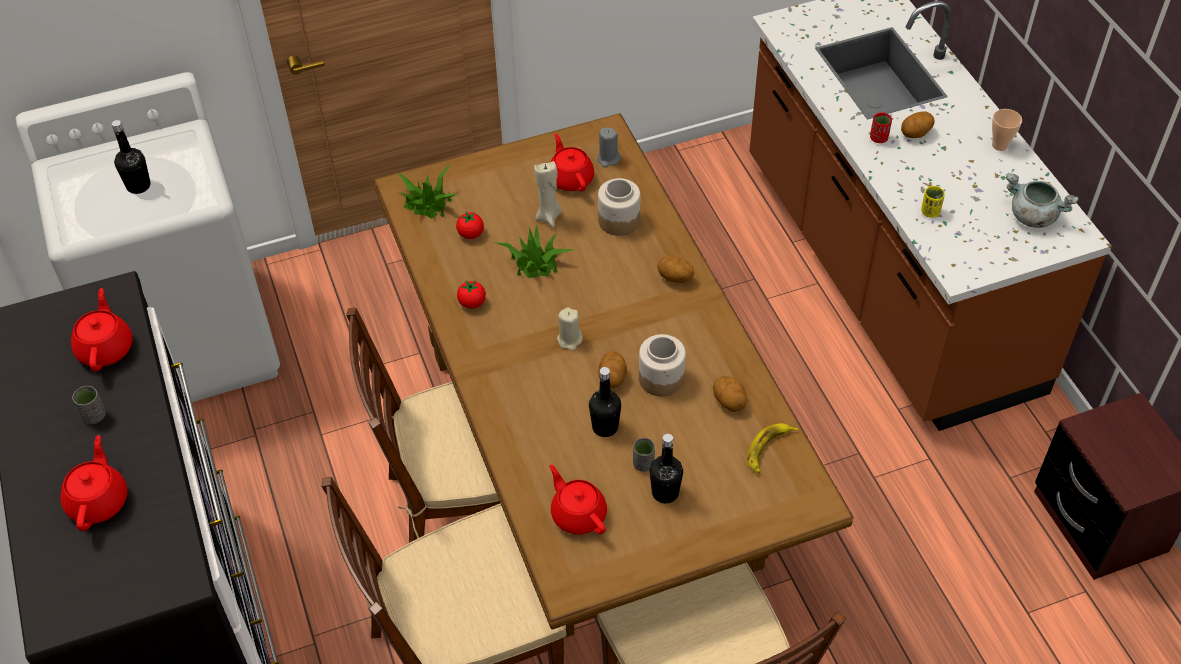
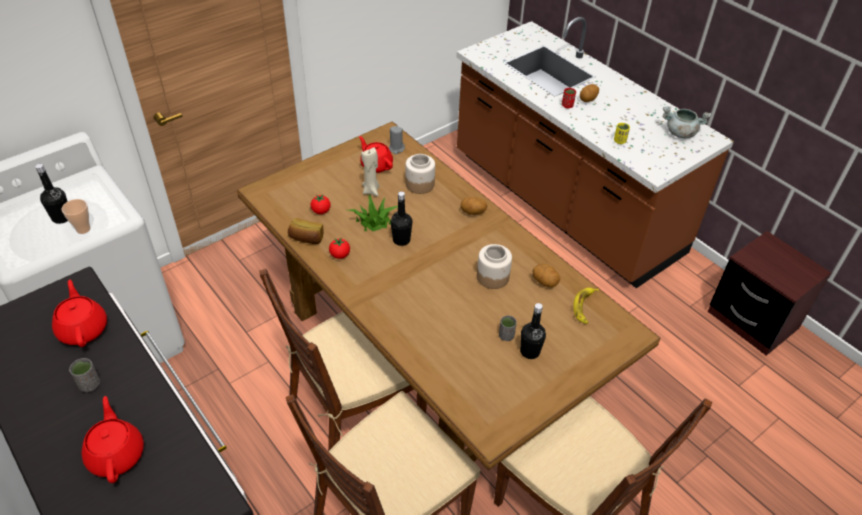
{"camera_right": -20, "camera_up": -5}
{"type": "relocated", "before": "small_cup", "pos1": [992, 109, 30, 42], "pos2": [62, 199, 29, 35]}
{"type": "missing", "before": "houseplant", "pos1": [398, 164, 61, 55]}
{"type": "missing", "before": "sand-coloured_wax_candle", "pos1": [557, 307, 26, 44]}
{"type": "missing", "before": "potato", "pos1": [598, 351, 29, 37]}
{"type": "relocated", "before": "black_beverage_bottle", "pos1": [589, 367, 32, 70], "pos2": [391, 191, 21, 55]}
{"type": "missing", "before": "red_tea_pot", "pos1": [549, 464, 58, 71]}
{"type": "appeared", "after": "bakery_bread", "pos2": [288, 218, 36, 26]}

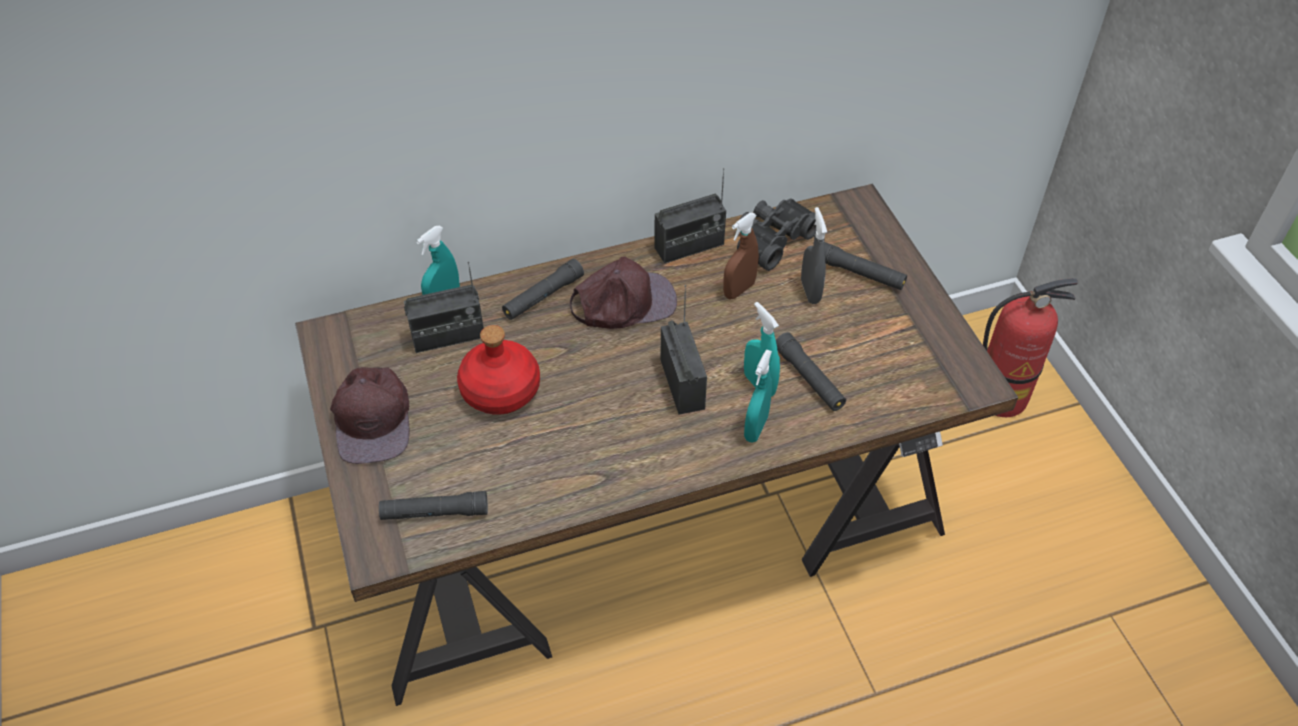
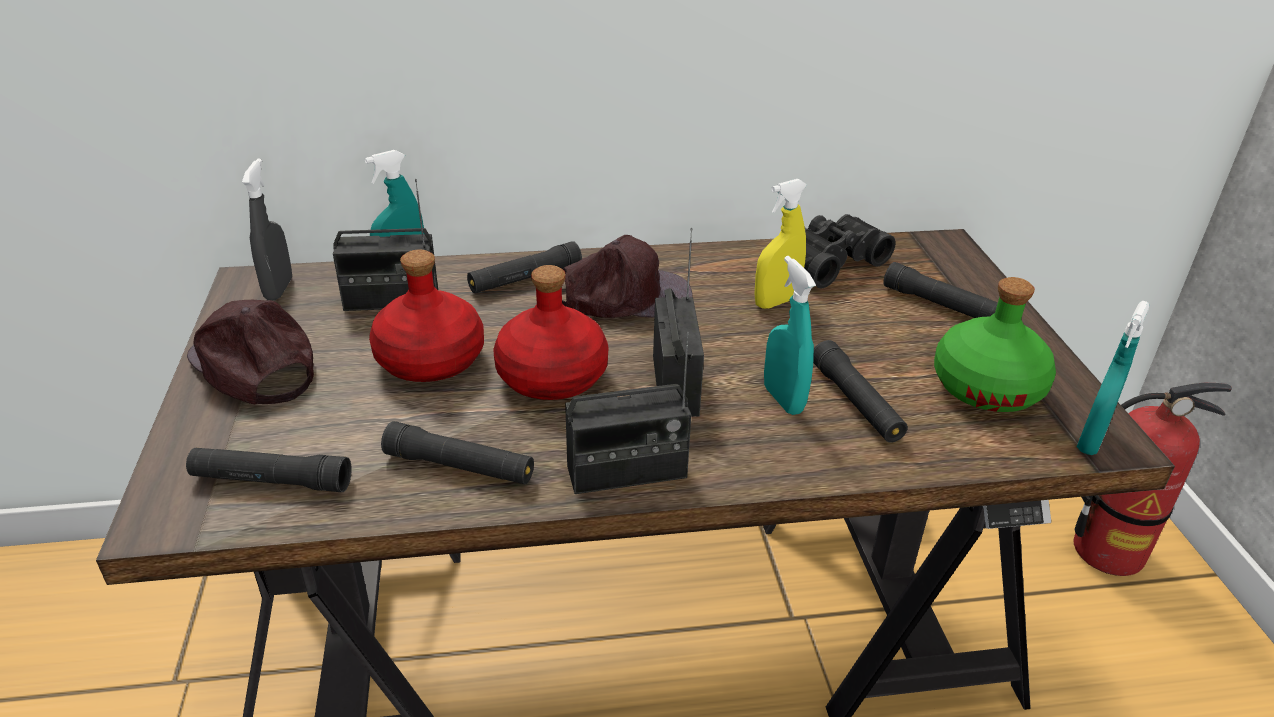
{"camera_right": 10, "camera_up": -15}
{"type": "relocated", "before": "radio_receiver", "pos1": [654, 168, 72, 96], "pos2": [565, 332, 126, 162]}
{"type": "relocated", "before": "gray_hand_sprayer", "pos1": [801, 207, 26, 97], "pos2": [242, 158, 50, 142]}
{"type": "colour", "before": "brown_hand_sprayer", "after": "yellow-coloured_hand_sprayer", "pos1": [723, 213, 36, 87], "pos2": [754, 179, 53, 130]}
{"type": "relocated", "before": "turquoise_hand_sprayer", "pos1": [744, 350, 28, 92], "pos2": [1077, 301, 72, 154]}
{"type": "spun", "before": "brown_peaked_cap", "pos1": [330, 367, 79, 97], "pos2": [187, 300, 127, 104], "turn": 135}
{"type": "appeared", "after": "red_beverage_bottle", "pos2": [493, 265, 116, 135]}
{"type": "appeared", "after": "green-coloured_beverage_bottle", "pos2": [934, 277, 122, 135]}
{"type": "appeared", "after": "black_hand_torch", "pos2": [381, 421, 153, 63]}

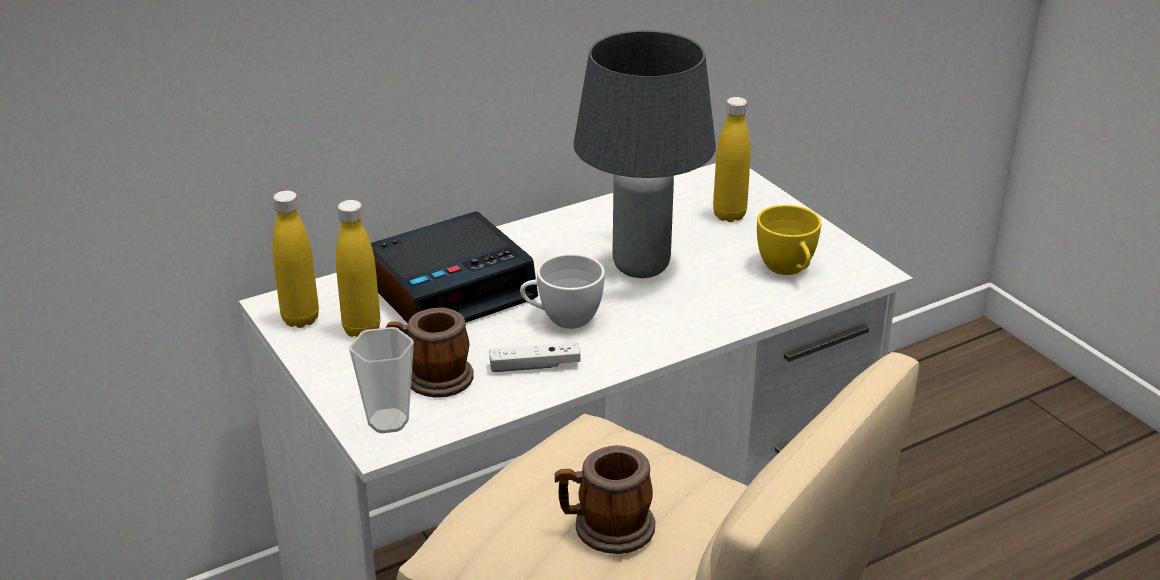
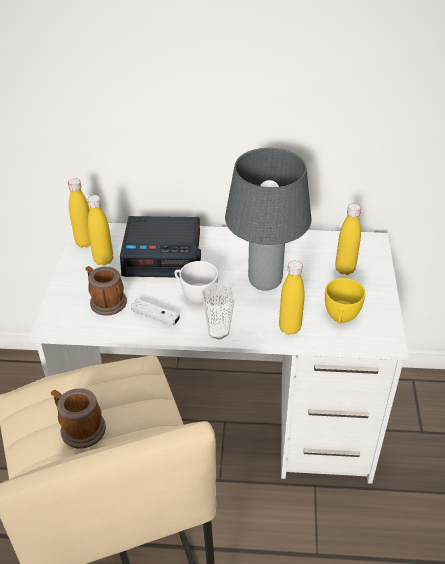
{"camera_right": 35, "camera_up": 10}
{"type": "relocated", "before": "small_cup", "pos1": [349, 327, 65, 106], "pos2": [202, 283, 33, 57]}
{"type": "appeared", "after": "yellow-coloured_beverage_bottle", "pos2": [279, 261, 26, 74]}

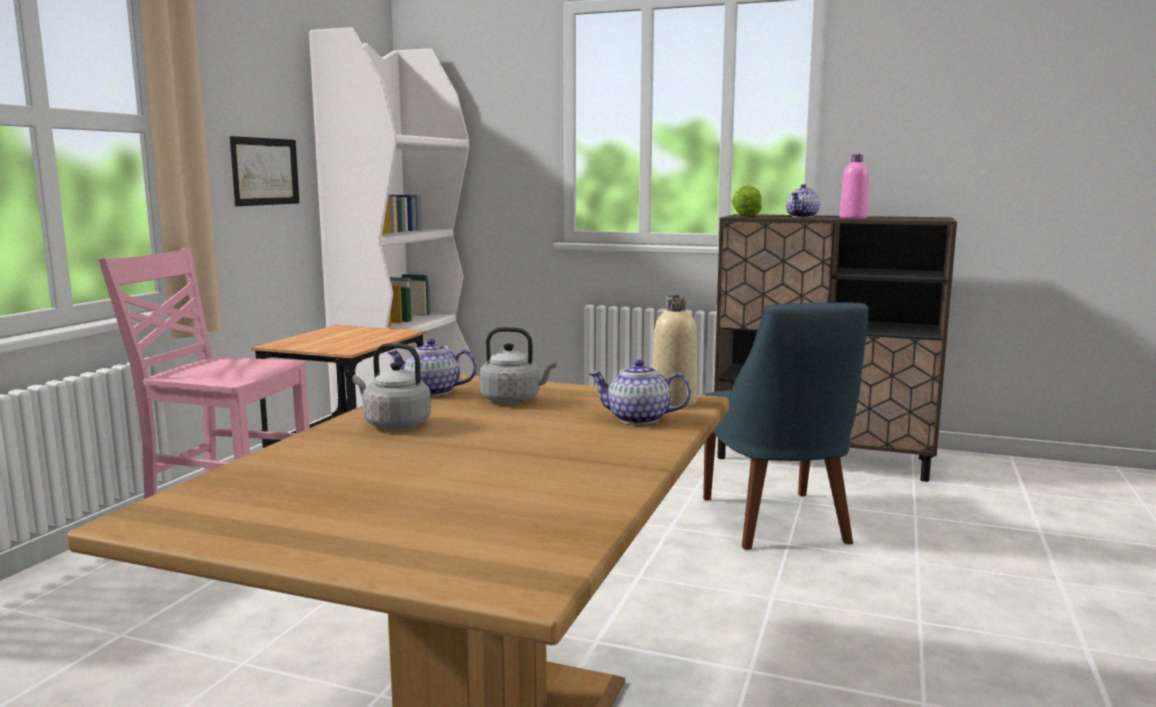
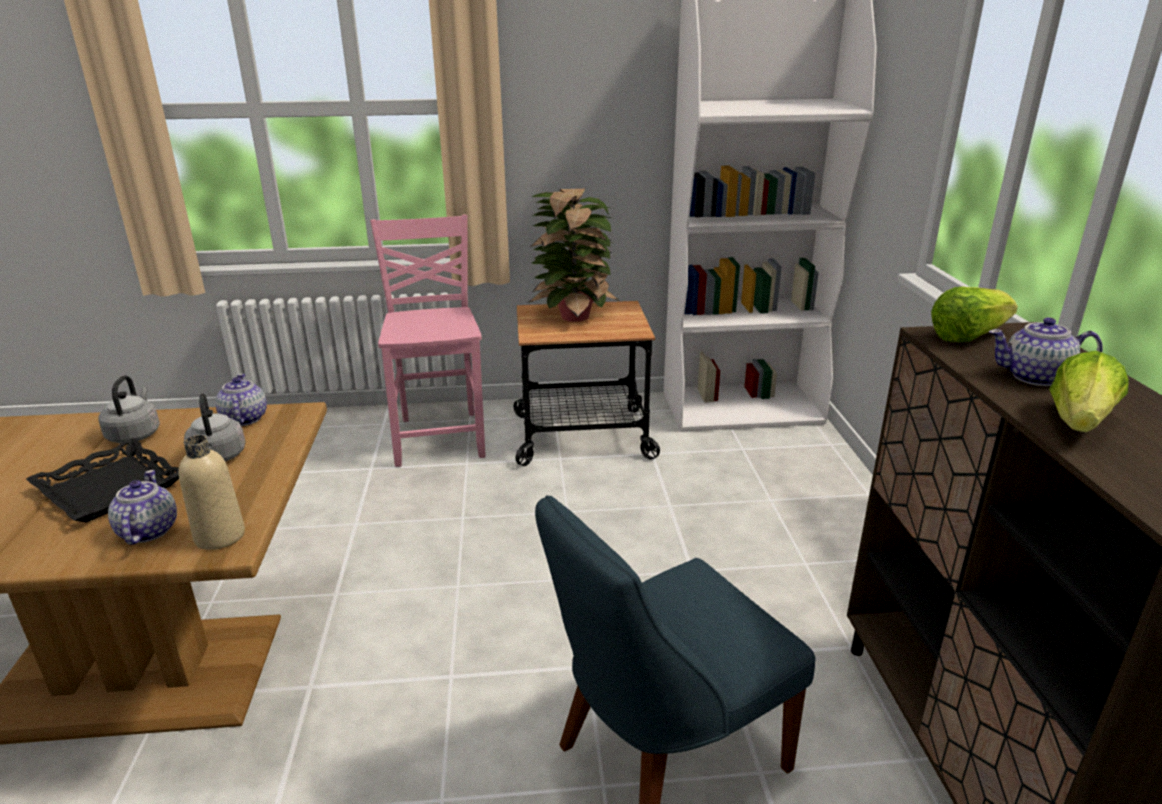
{"camera_right": 65, "camera_up": 15}
{"type": "missing", "before": "wall_art", "pos1": [230, 136, 70, 70]}
{"type": "exchanged", "before": "pink-coloured_beverage_bottle", "after": "lettuce", "pos1": [839, 154, 30, 65], "pos2": [1049, 351, 80, 81]}
{"type": "appeared", "after": "houseplant", "pos2": [529, 189, 91, 133]}
{"type": "appeared", "after": "black_carrying_tray", "pos2": [26, 438, 153, 85]}

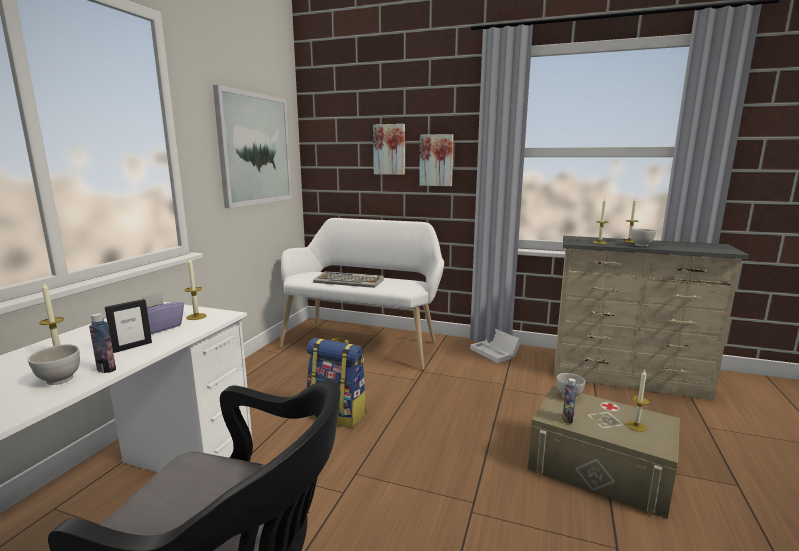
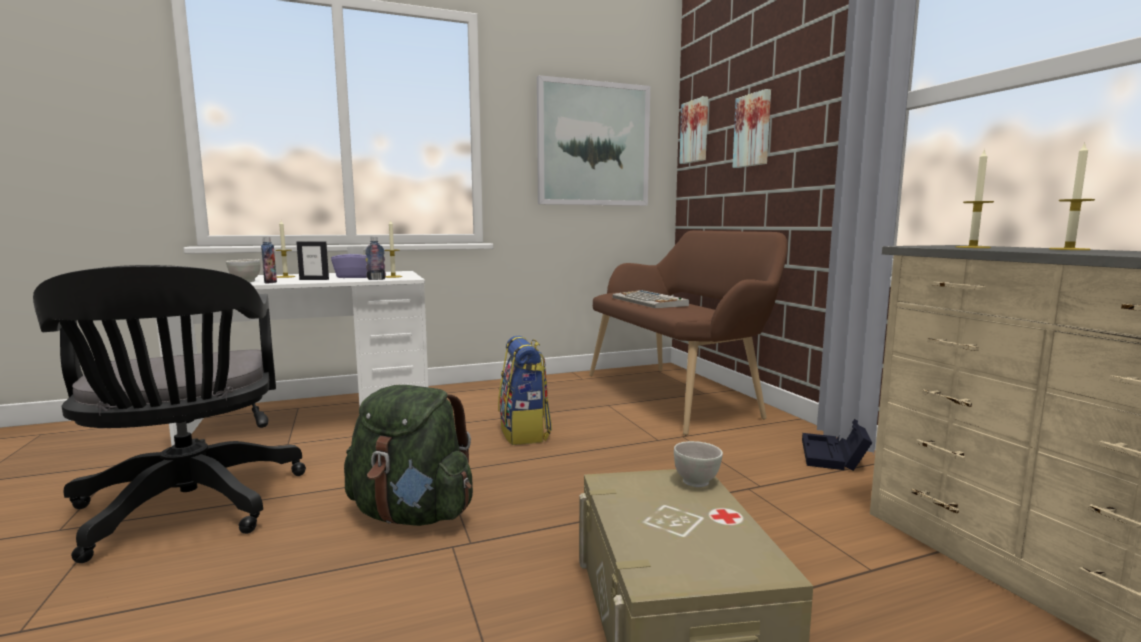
{"camera_right": 50, "camera_up": -5}
{"type": "relocated", "before": "wall_art", "pos1": [419, 134, 35, 52], "pos2": [679, 96, 29, 68]}
{"type": "colour", "before": "white-coloured_indoor_bench", "after": "brown_indoor_bench", "pos1": [279, 218, 165, 152], "pos2": [589, 231, 199, 204]}
{"type": "missing", "before": "white-coloured_serving_bowl", "pos1": [631, 228, 25, 19]}
{"type": "colour", "before": "white-coloured_storage_container", "after": "black_storage_container", "pos1": [470, 329, 51, 34], "pos2": [802, 419, 70, 52]}
{"type": "missing", "before": "wax_candle", "pos1": [626, 370, 24, 62]}
{"type": "relocated", "before": "beverage_bottle", "pos1": [562, 378, 15, 46], "pos2": [365, 237, 21, 43]}
{"type": "appeared", "after": "green-coloured_rucksack", "pos2": [344, 385, 129, 141]}

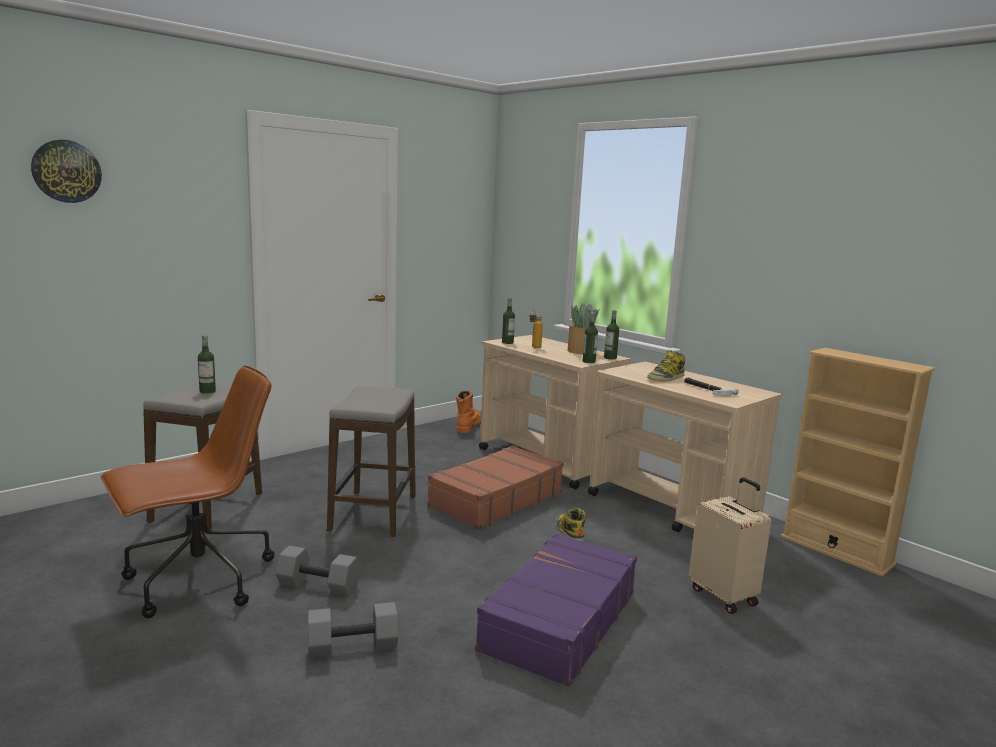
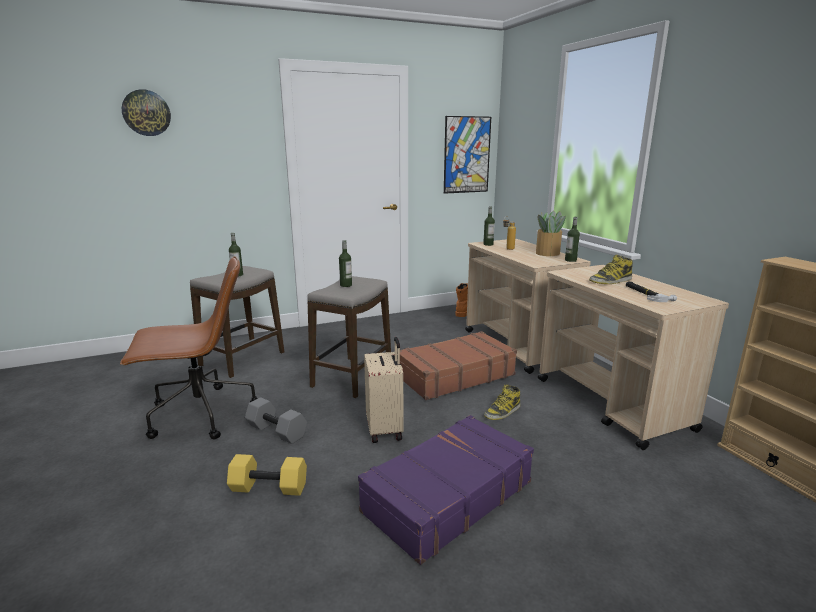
{"camera_right": 20, "camera_up": 5}
{"type": "relocated", "before": "beverage_bottle", "pos1": [583, 312, 15, 51], "pos2": [339, 240, 13, 47]}
{"type": "relocated", "before": "sand-coloured_travel_case", "pos1": [689, 477, 82, 137], "pos2": [364, 337, 40, 106]}
{"type": "spun", "before": "high-top_boot", "pos1": [556, 508, 30, 34], "pos2": [484, 385, 36, 35], "turn": -135}
{"type": "colour", "before": "gray_hand_weight", "after": "yellow-coloured_hand_weight", "pos1": [308, 602, 90, 56], "pos2": [227, 454, 80, 42]}
{"type": "appeared", "after": "wall_art", "pos2": [444, 116, 47, 78]}

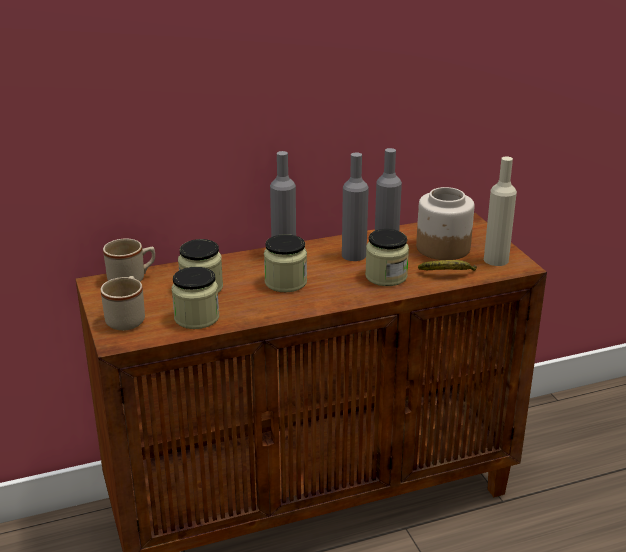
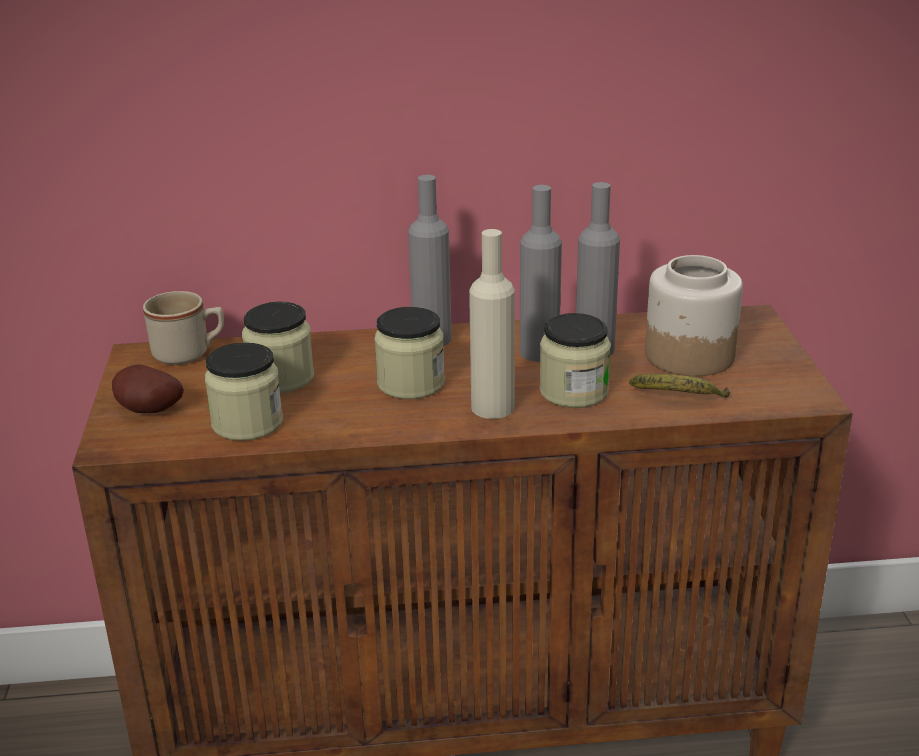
{"camera_right": 15, "camera_up": 0}
{"type": "relocated", "before": "sand-coloured_beverage_bottle", "pos1": [484, 156, 33, 110], "pos2": [469, 229, 46, 190]}
{"type": "exchanged", "before": "sand-coloured_tea_mug", "after": "potato", "pos1": [100, 276, 45, 55], "pos2": [112, 364, 72, 49]}

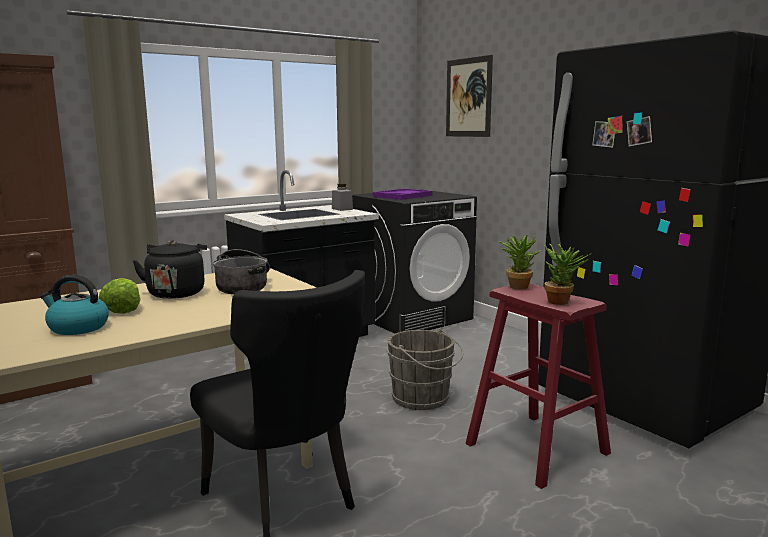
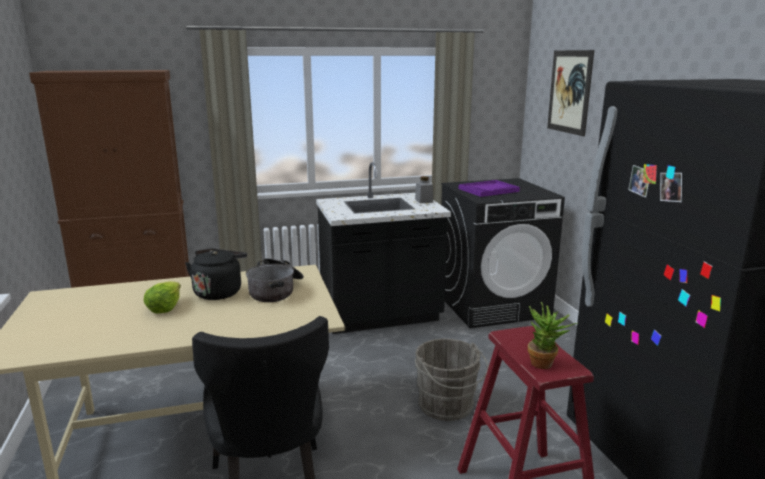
{"camera_right": 20, "camera_up": 5}
{"type": "missing", "before": "houseplant", "pos1": [498, 233, 42, 57]}
{"type": "missing", "before": "tea_kettle", "pos1": [40, 275, 69, 60]}

